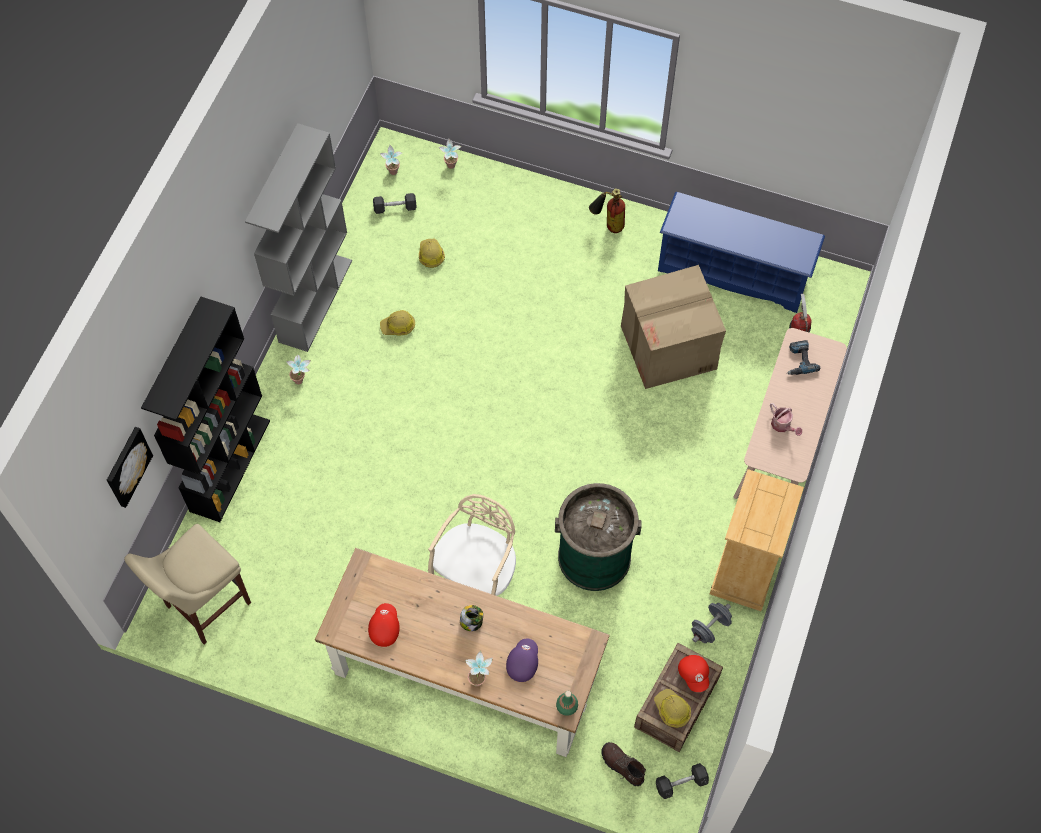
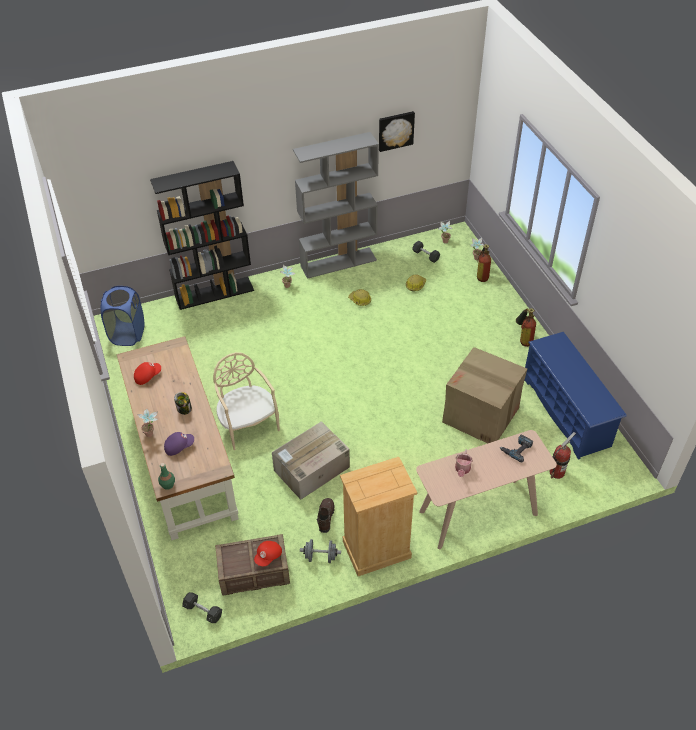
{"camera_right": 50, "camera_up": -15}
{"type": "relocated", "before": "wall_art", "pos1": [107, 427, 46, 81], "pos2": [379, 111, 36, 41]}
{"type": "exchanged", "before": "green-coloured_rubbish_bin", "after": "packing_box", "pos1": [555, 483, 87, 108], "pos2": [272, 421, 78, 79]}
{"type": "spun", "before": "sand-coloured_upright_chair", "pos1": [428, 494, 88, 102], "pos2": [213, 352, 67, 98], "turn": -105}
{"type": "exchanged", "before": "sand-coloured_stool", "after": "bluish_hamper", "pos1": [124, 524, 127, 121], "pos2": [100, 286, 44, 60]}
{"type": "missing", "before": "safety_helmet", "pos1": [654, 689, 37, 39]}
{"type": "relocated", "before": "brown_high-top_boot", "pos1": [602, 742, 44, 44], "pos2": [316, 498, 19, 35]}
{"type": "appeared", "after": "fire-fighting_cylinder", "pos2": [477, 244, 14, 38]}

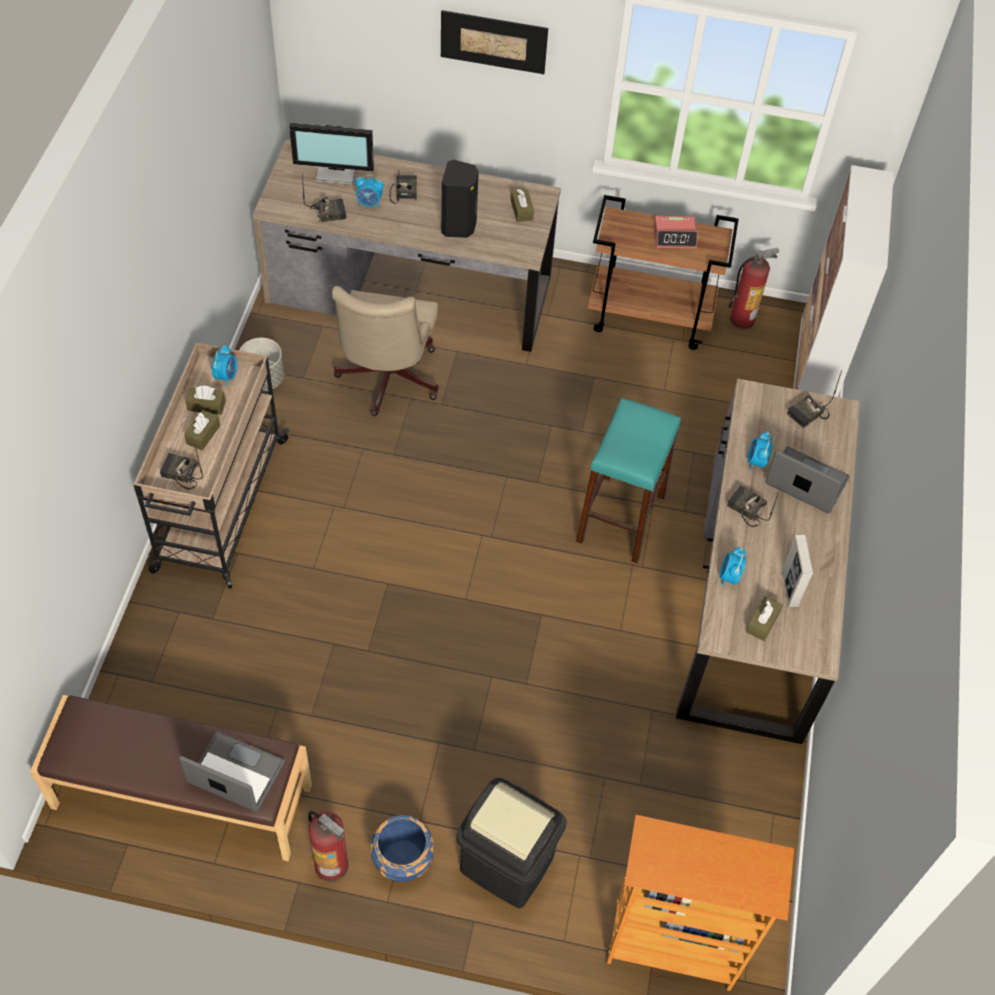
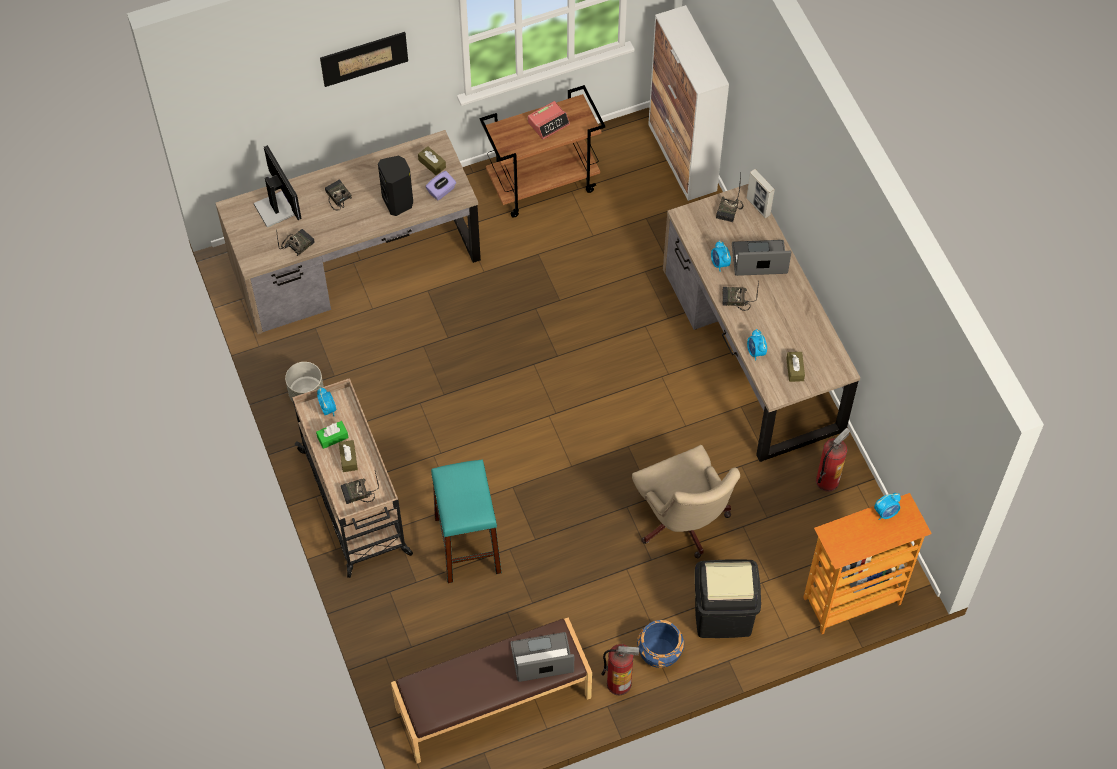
{"camera_right": -30, "camera_up": 5}
{"type": "spun", "before": "computer_display", "pos1": [289, 123, 85, 62], "pos2": [254, 145, 48, 82], "turn": -90}
{"type": "relocated", "before": "alarm_clock", "pos1": [355, 174, 29, 34], "pos2": [874, 493, 27, 27]}
{"type": "relocated", "before": "fire-fighting_cylinder", "pos1": [728, 248, 51, 81], "pos2": [816, 428, 34, 64]}
{"type": "relocated", "before": "sand-coloured_office_chair", "pos1": [332, 286, 106, 130], "pos2": [632, 445, 108, 113]}
{"type": "colour", "before": "brown_tissue_holder", "after": "green-coloured_tissue_holder", "pos1": [185, 386, 41, 29], "pos2": [316, 421, 33, 28]}
{"type": "relocated", "before": "turquoise_stool", "pos1": [576, 398, 105, 165], "pos2": [431, 460, 71, 123]}
{"type": "relocated", "before": "standing_frame", "pos1": [782, 535, 31, 72], "pos2": [747, 169, 28, 49]}
{"type": "appeared", "after": "purplish_tissue_holder", "pos2": [426, 171, 30, 29]}

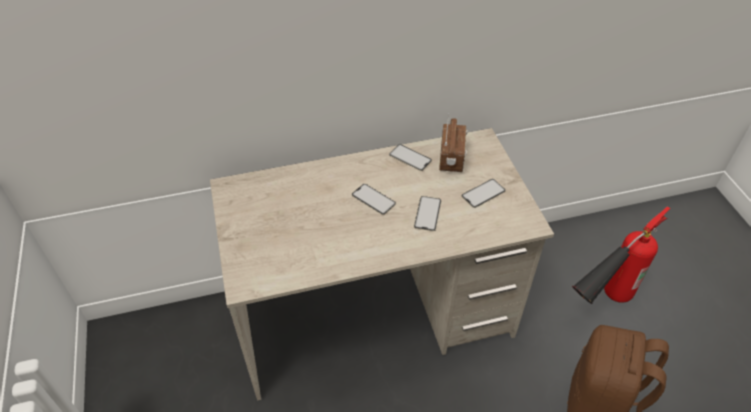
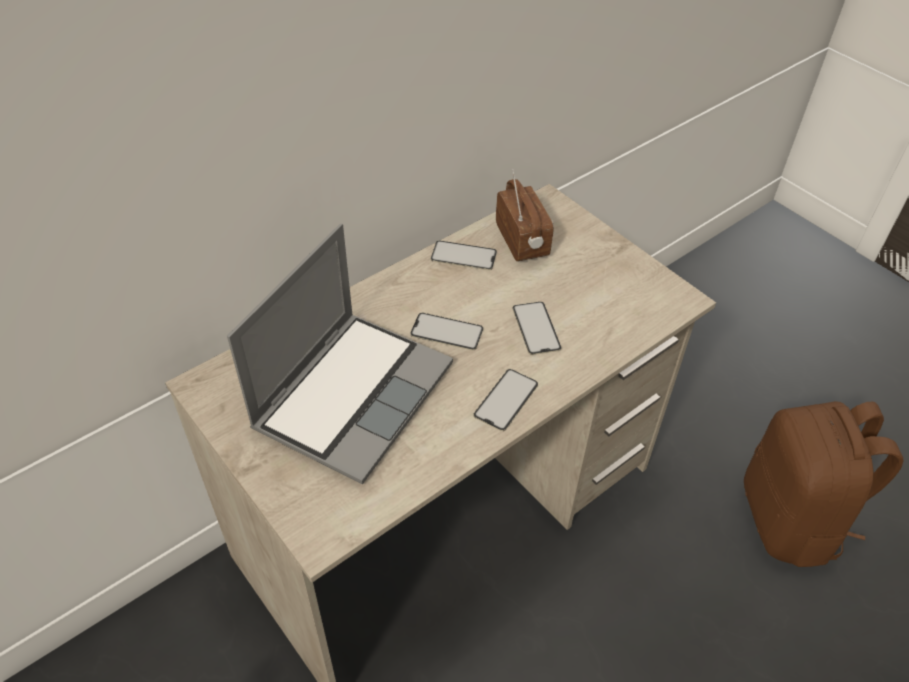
{"camera_right": -25, "camera_up": 0}
{"type": "relocated", "before": "handset", "pos1": [461, 179, 44, 29], "pos2": [474, 369, 64, 62]}
{"type": "missing", "before": "fire-fighting_cylinder", "pos1": [572, 207, 98, 97]}
{"type": "appeared", "after": "portable_computer", "pos2": [227, 224, 226, 260]}

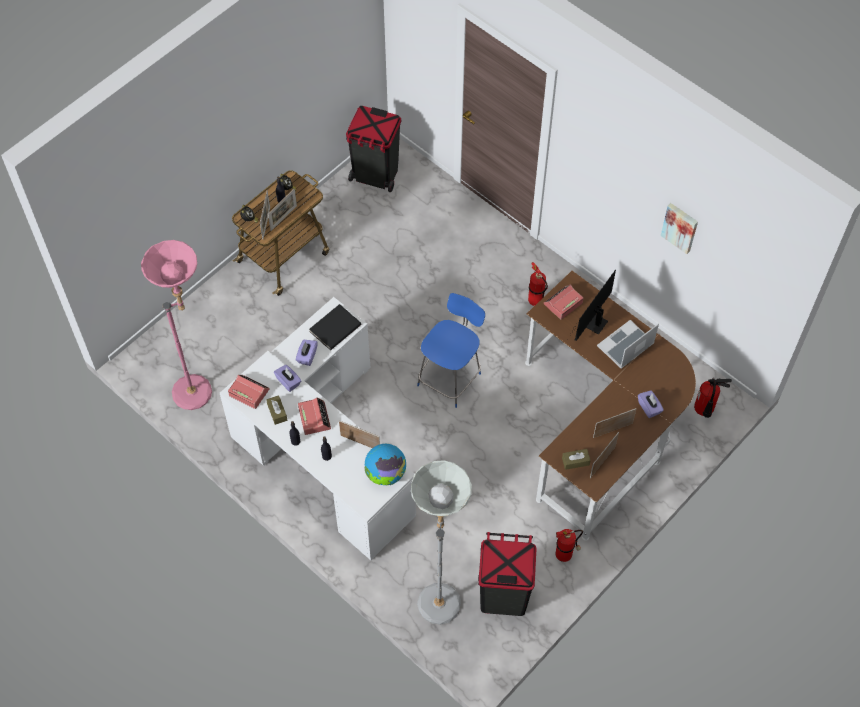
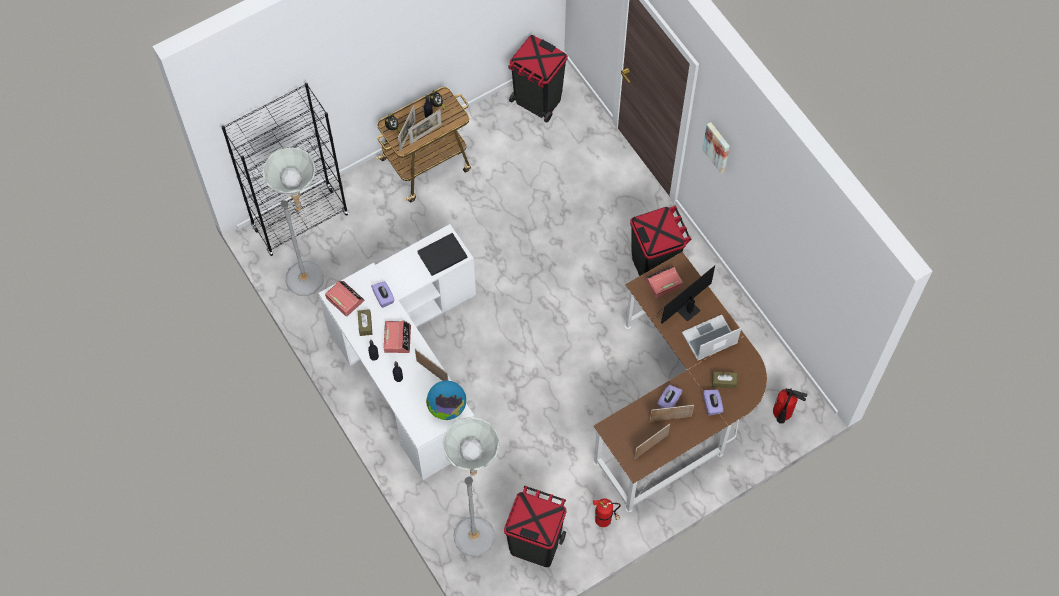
{"camera_right": 15, "camera_up": 5}
{"type": "relocated", "before": "wall_art", "pos1": [661, 203, 37, 51], "pos2": [702, 122, 28, 51]}
{"type": "colour", "before": "pink-coloured_floor_lamp", "after": "gray_floor_lamp", "pos1": [141, 240, 71, 170], "pos2": [263, 147, 61, 149]}
{"type": "exchanged", "before": "fire-fighting_cylinder", "after": "black_rubbish_bin", "pos1": [528, 262, 20, 44], "pos2": [630, 206, 62, 70]}
{"type": "missing", "before": "bluish_upright_chair", "pos1": [417, 293, 68, 115]}
{"type": "relocated", "before": "purplish_tissue_holder", "pos1": [296, 340, 22, 26], "pos2": [657, 385, 25, 23]}
{"type": "relocated", "before": "brown_tissue_holder", "pos1": [562, 449, 29, 21], "pos2": [712, 371, 25, 18]}
{"type": "appeared", "after": "black_bookshelf", "pos2": [222, 83, 127, 173]}

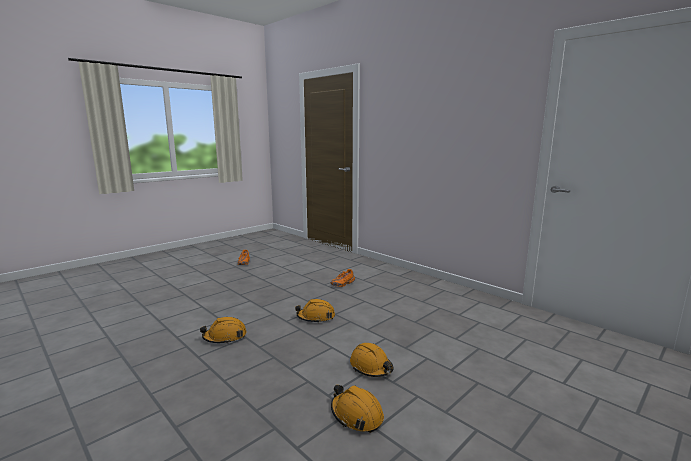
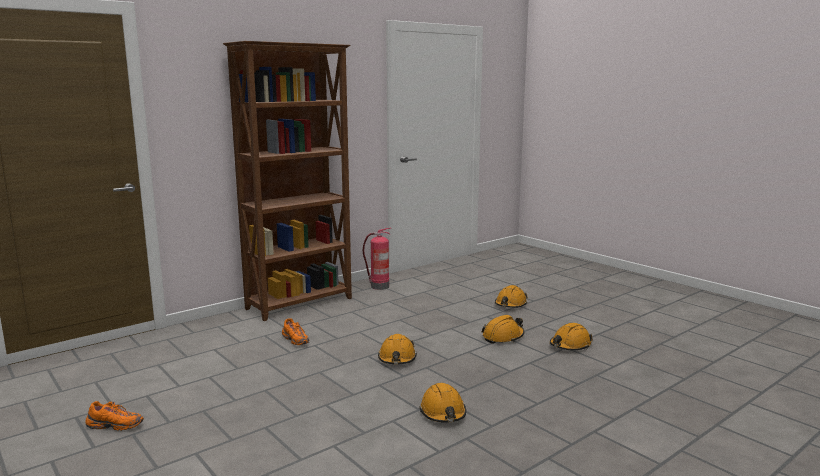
{"camera_right": -85, "camera_up": 0}
{"type": "appeared", "after": "brown_bookshelf", "pos2": [223, 41, 129, 280]}
{"type": "appeared", "after": "fire-fighting_cylinder", "pos2": [363, 228, 29, 62]}
{"type": "appeared", "after": "orange-coloured_safety_helmet", "pos2": [495, 285, 33, 23]}

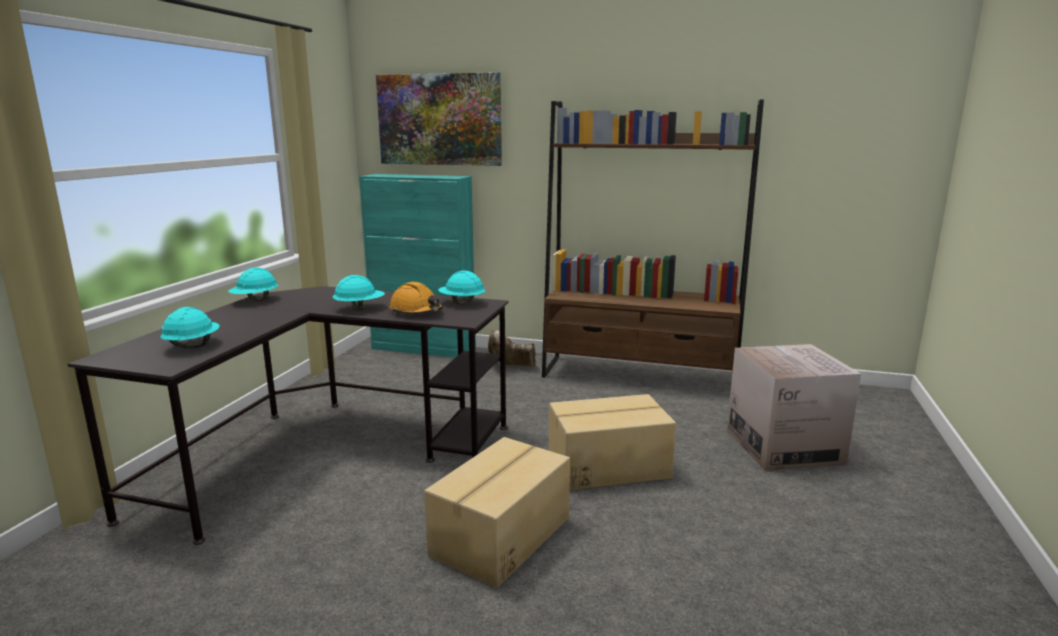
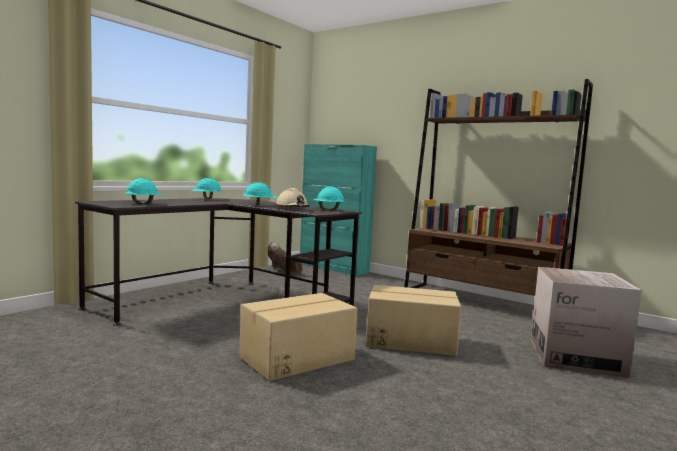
{"camera_right": 20, "camera_up": -10}
{"type": "missing", "before": "wall_art", "pos1": [376, 72, 126, 94]}
{"type": "colour", "before": "orange-coloured_safety_helmet", "after": "sand-coloured_safety_helmet", "pos1": [390, 282, 53, 32], "pos2": [275, 188, 35, 20]}
{"type": "relocated", "before": "brown_high-top_boot", "pos1": [488, 330, 48, 37], "pos2": [268, 242, 35, 32]}

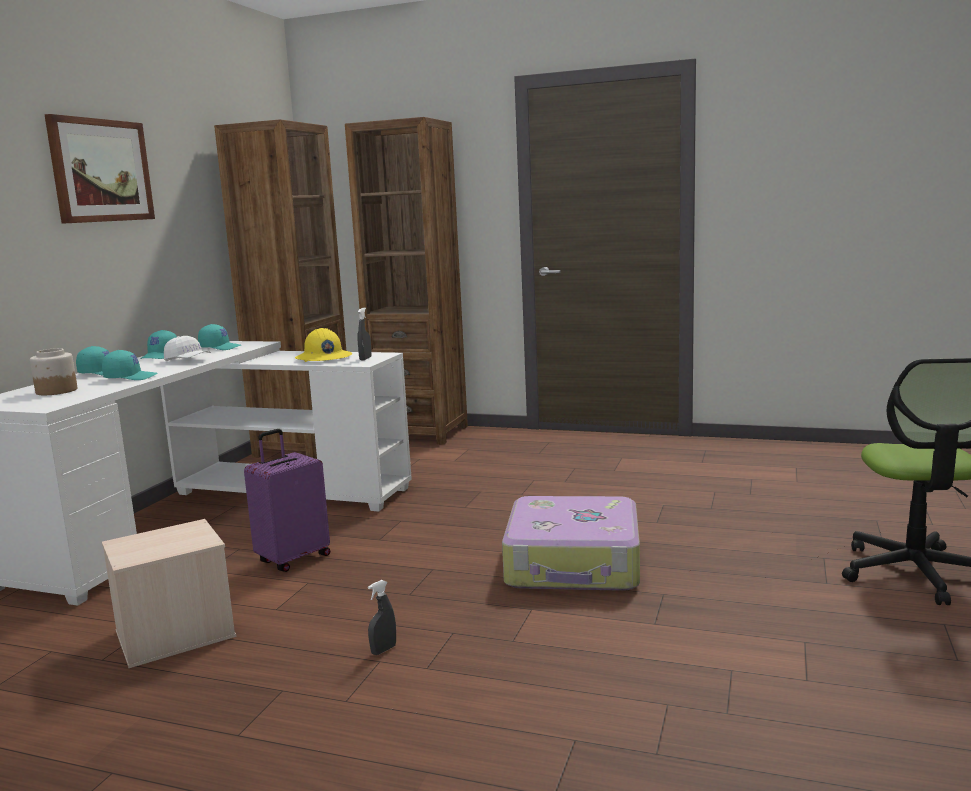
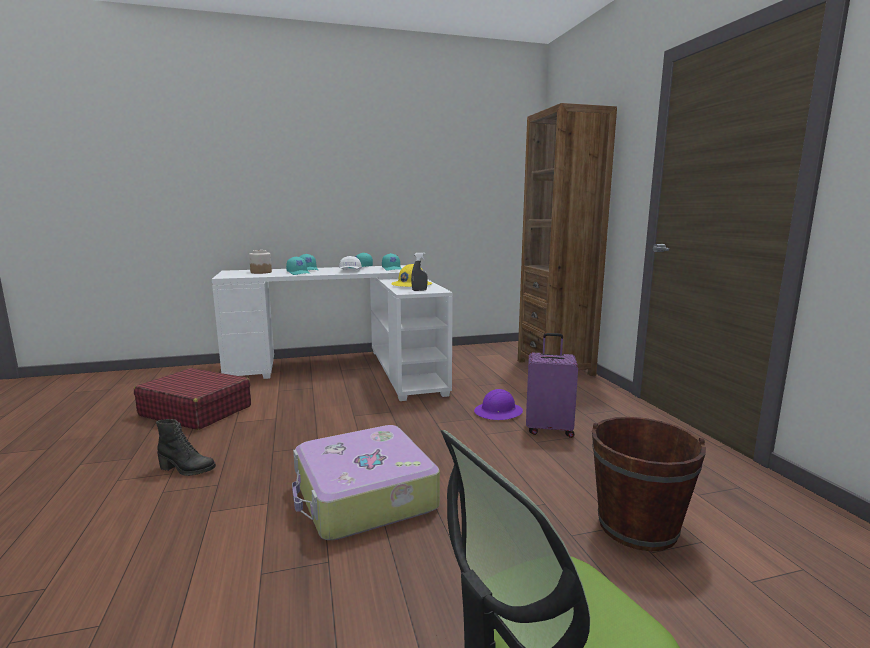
{"camera_right": 55, "camera_up": 0}
{"type": "missing", "before": "wall_art", "pos1": [45, 114, 110, 110]}
{"type": "missing", "before": "brown_bookshelf", "pos1": [214, 119, 132, 340]}
{"type": "relocated", "before": "purplish_travel_case", "pos1": [244, 429, 86, 143], "pos2": [526, 333, 52, 105]}
{"type": "exchanged", "before": "sand-coloured_storage_container", "after": "red_travel_case", "pos1": [102, 519, 134, 149], "pos2": [134, 368, 117, 62]}
{"type": "exchanged", "before": "gray_hand_sprayer", "after": "black_high-top_boot", "pos1": [368, 580, 28, 75], "pos2": [156, 419, 60, 57]}
{"type": "appeared", "after": "purplish_safety_helmet", "pos2": [474, 389, 49, 31]}
{"type": "appeared", "after": "brown_bucket", "pos2": [592, 417, 114, 134]}

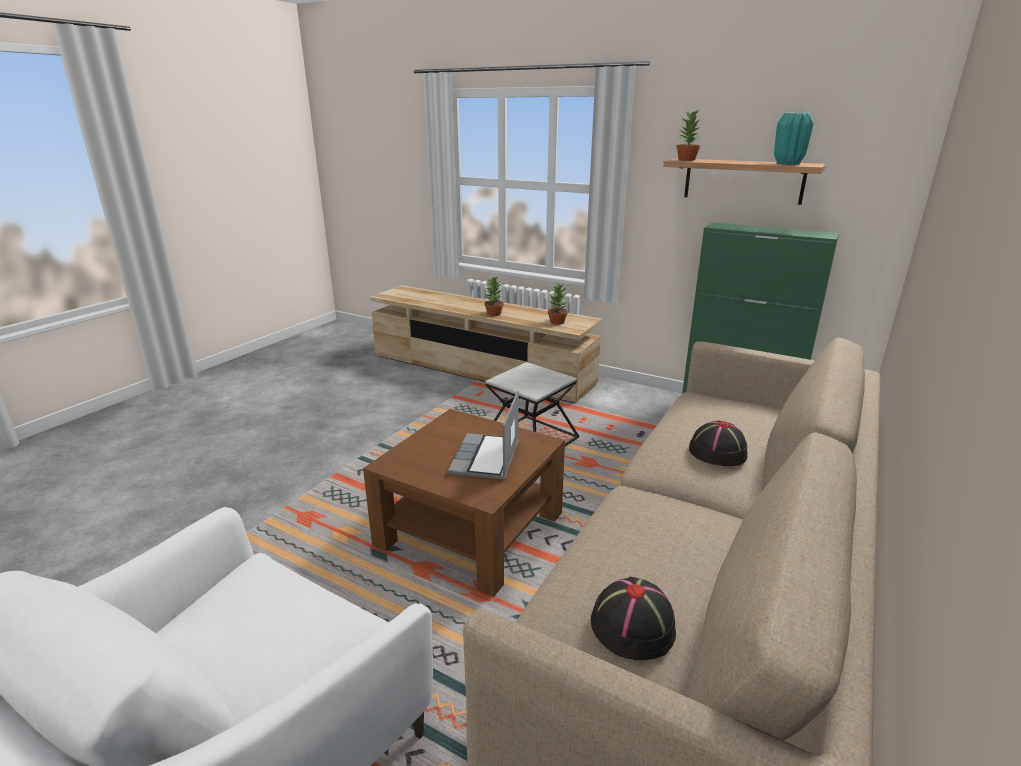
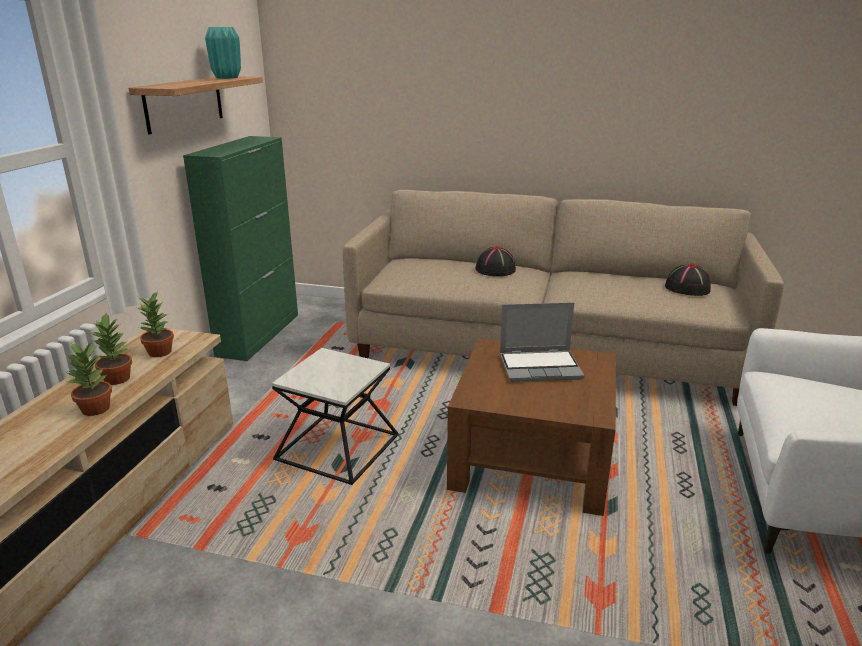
{"camera_right": -105, "camera_up": 0}
{"type": "relocated", "before": "houseplant", "pos1": [676, 110, 24, 51], "pos2": [91, 313, 41, 72]}

